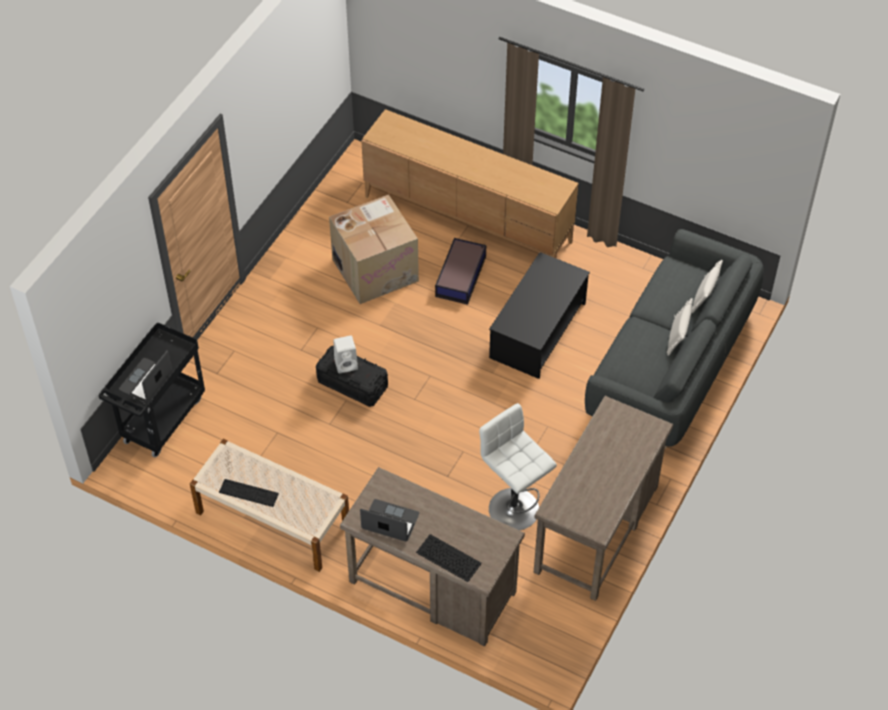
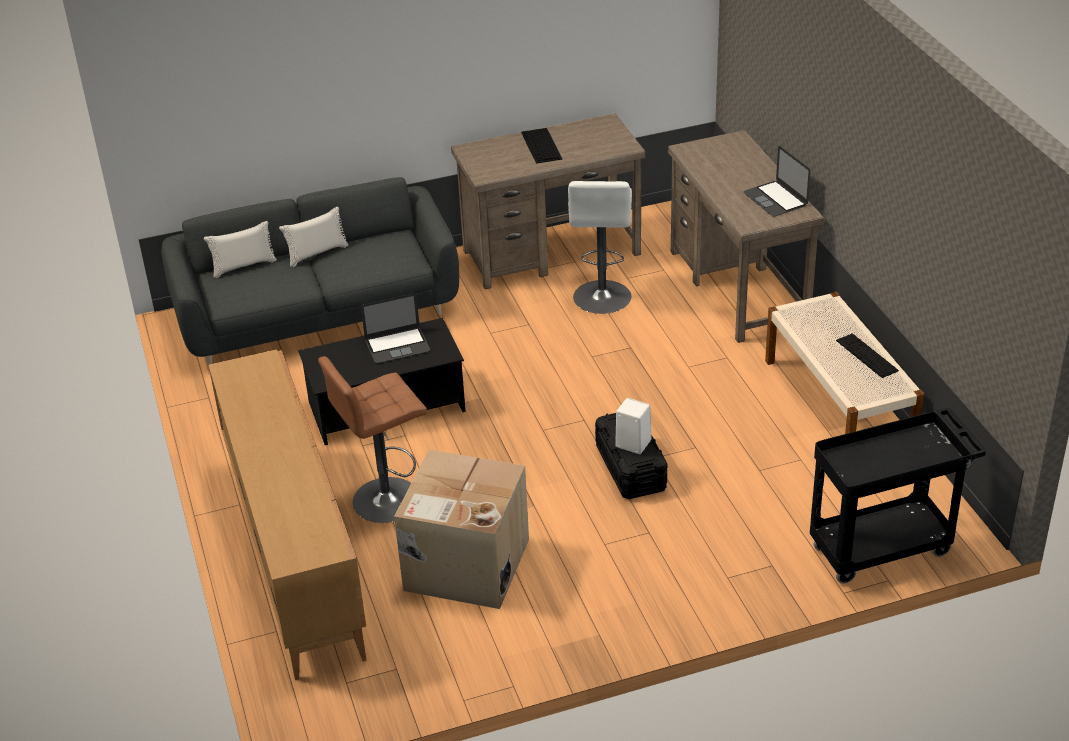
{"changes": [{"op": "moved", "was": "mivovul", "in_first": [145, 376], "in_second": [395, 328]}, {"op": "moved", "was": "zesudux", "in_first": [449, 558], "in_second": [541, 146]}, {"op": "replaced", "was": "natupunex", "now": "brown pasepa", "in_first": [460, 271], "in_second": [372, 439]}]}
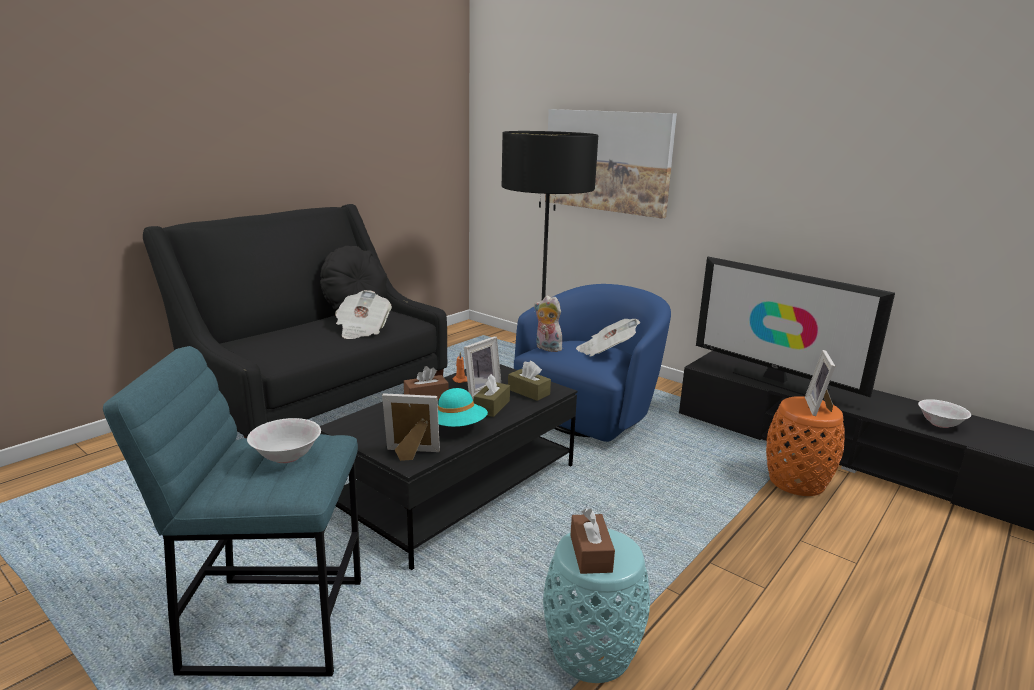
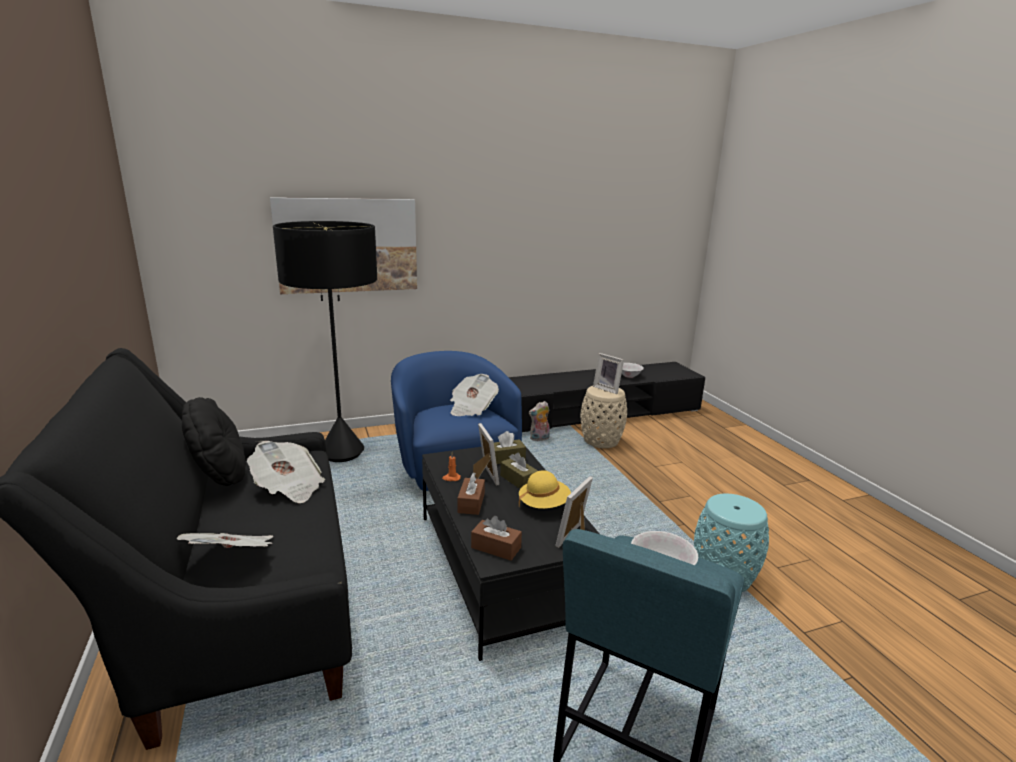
{"changes": [{"op": "removed", "was": "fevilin", "in_first": [795, 327]}, {"op": "added", "now": "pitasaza", "in_second": [225, 540]}, {"op": "moved", "was": "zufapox", "in_first": [550, 323], "in_second": [539, 421]}, {"op": "moved", "was": "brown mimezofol", "in_first": [592, 541], "in_second": [496, 538]}, {"op": "recoloured", "was": "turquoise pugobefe", "now": "yellow pugobefe", "in_first": [463, 407], "in_second": [545, 489]}, {"op": "recoloured", "was": "orange pasepa", "now": "beige pasepa", "in_first": [805, 446], "in_second": [603, 417]}]}
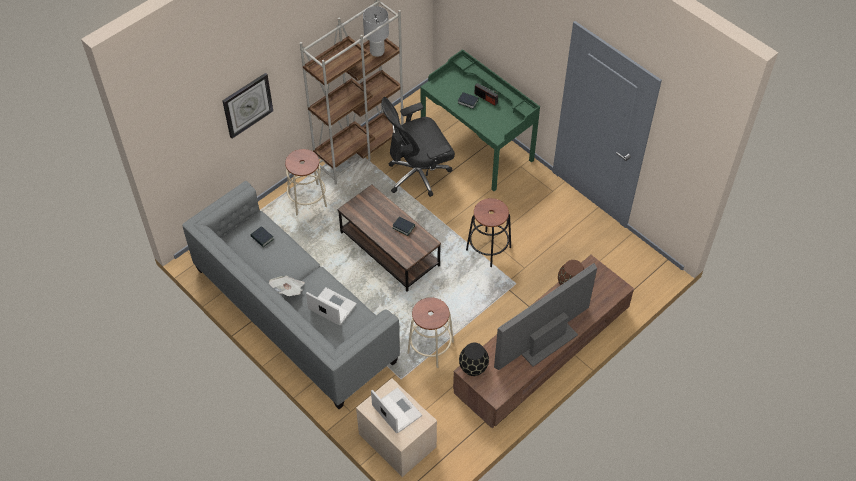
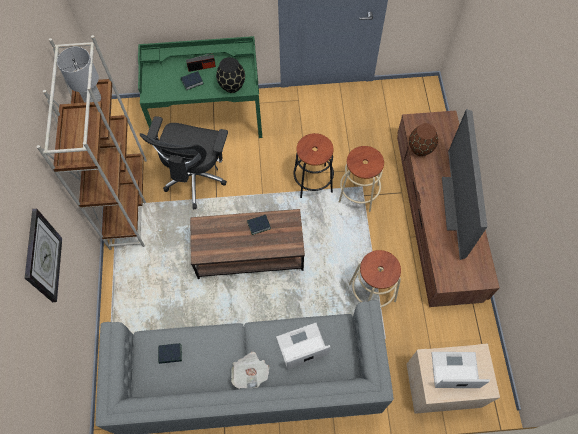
{"changes": [{"op": "moved", "was": "beige pasepa", "in_first": [306, 182], "in_second": [361, 179]}, {"op": "moved", "was": "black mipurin", "in_first": [474, 359], "in_second": [230, 75]}]}
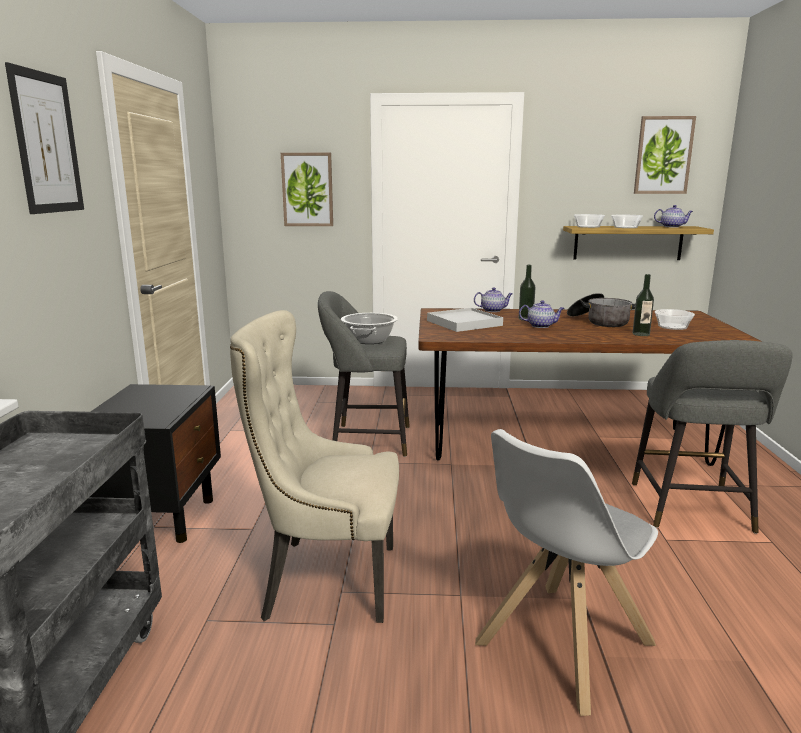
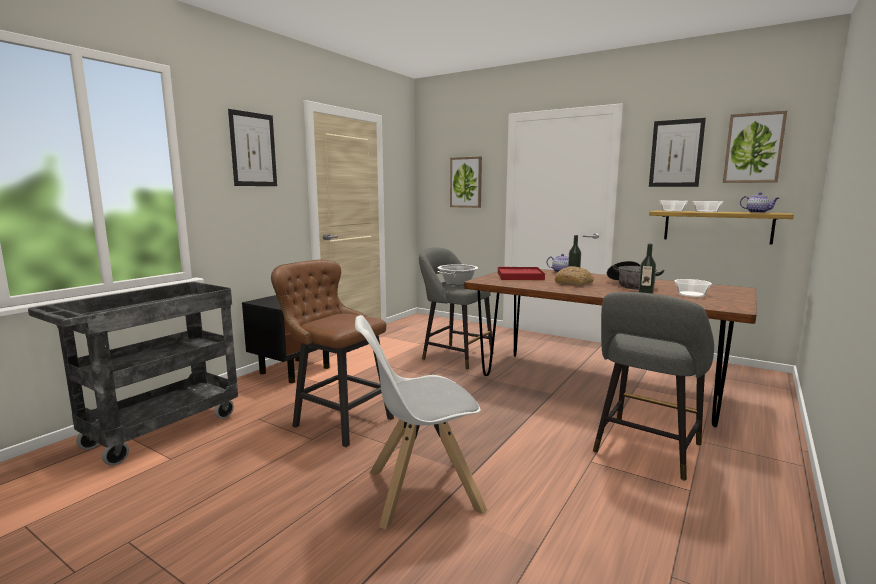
{"changes": [{"op": "added", "now": "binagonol", "in_second": [677, 152]}, {"op": "replaced", "was": "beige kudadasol", "now": "brown pasepa", "in_first": [314, 466], "in_second": [332, 353]}, {"op": "replaced", "was": "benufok", "now": "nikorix", "in_first": [541, 314], "in_second": [574, 276]}, {"op": "recoloured", "was": "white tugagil", "now": "red tugagil", "in_first": [465, 320], "in_second": [521, 273]}]}
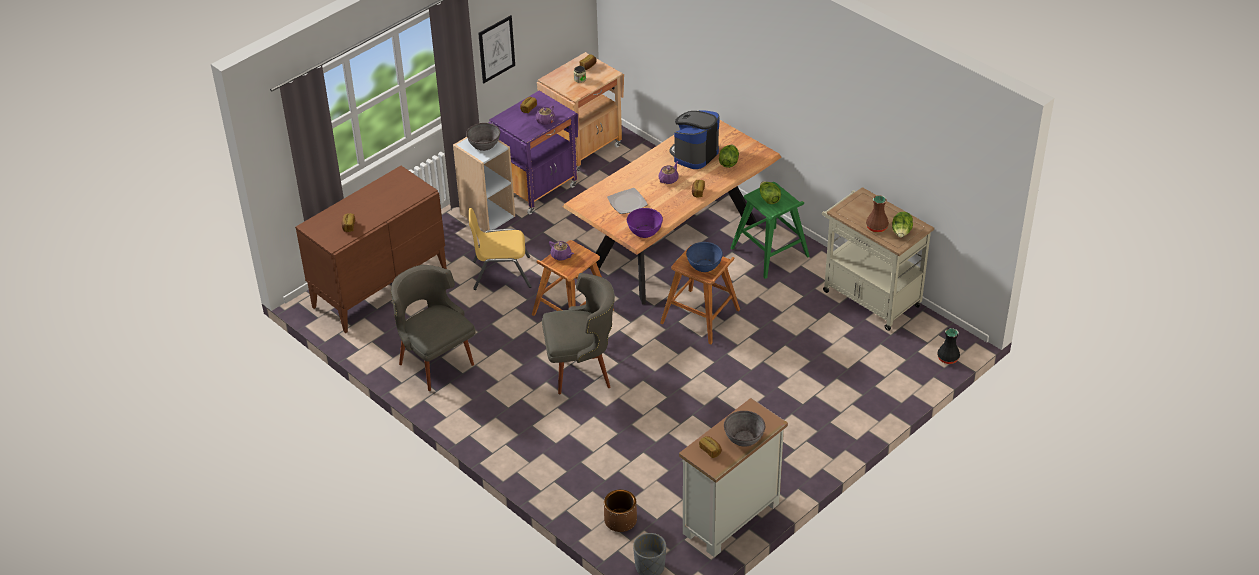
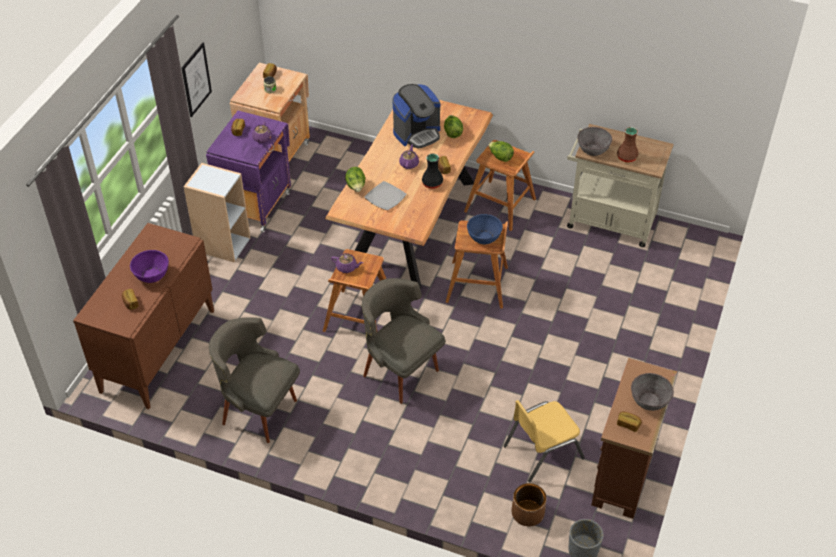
{"changes": [{"op": "moved", "was": "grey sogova", "in_first": [483, 137], "in_second": [594, 141]}, {"op": "moved", "was": "yellow kudadasol", "in_first": [500, 249], "in_second": [544, 441]}, {"op": "moved", "was": "purple sogova", "in_first": [645, 223], "in_second": [149, 266]}, {"op": "moved", "was": "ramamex", "in_first": [902, 224], "in_second": [355, 179]}, {"op": "moved", "was": "black mipurin", "in_first": [948, 346], "in_second": [432, 171]}, {"op": "recoloured", "was": "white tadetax", "now": "brown tadetax", "in_first": [733, 477], "in_second": [634, 438]}, {"op": "recoloured", "was": "green pasepa", "now": "brown pasepa", "in_first": [770, 230], "in_second": [500, 185]}, {"op": "turned", "was": "grey kudadasol", "in_first": [578, 333], "in_second": [403, 341], "clockwise": -105}, {"op": "turned", "was": "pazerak", "in_first": [694, 139], "in_second": [417, 116], "clockwise": -135}]}
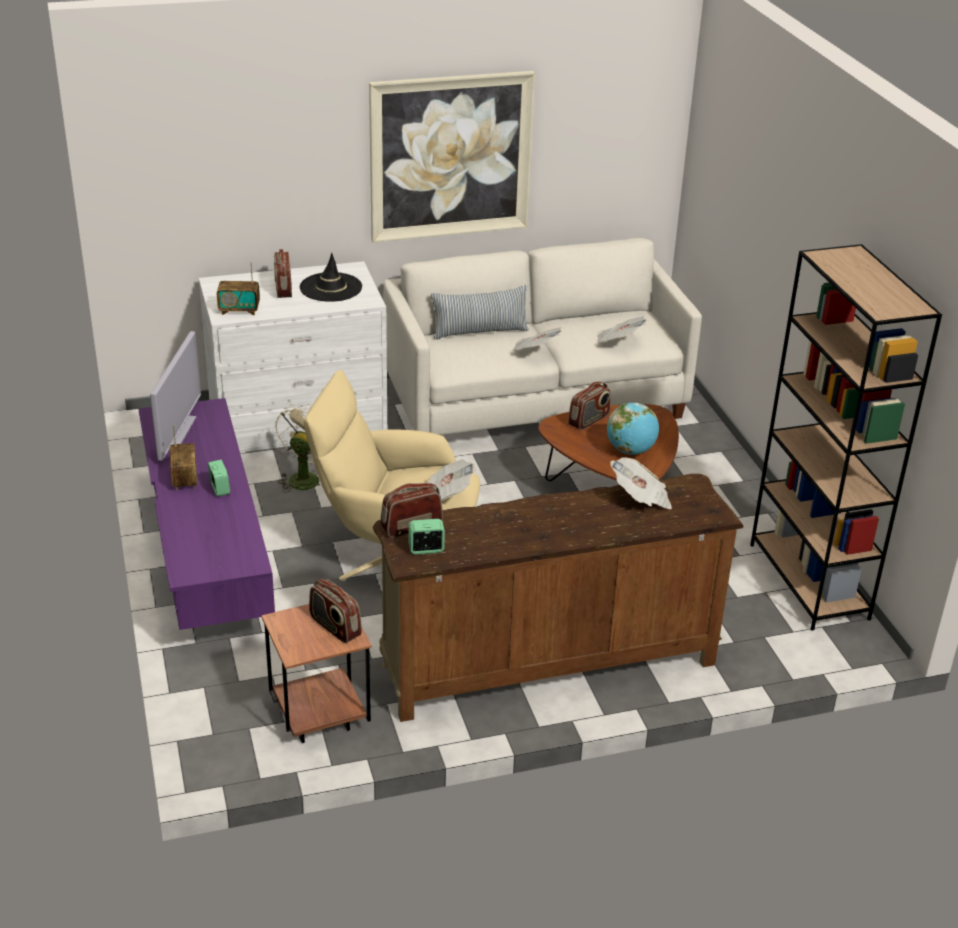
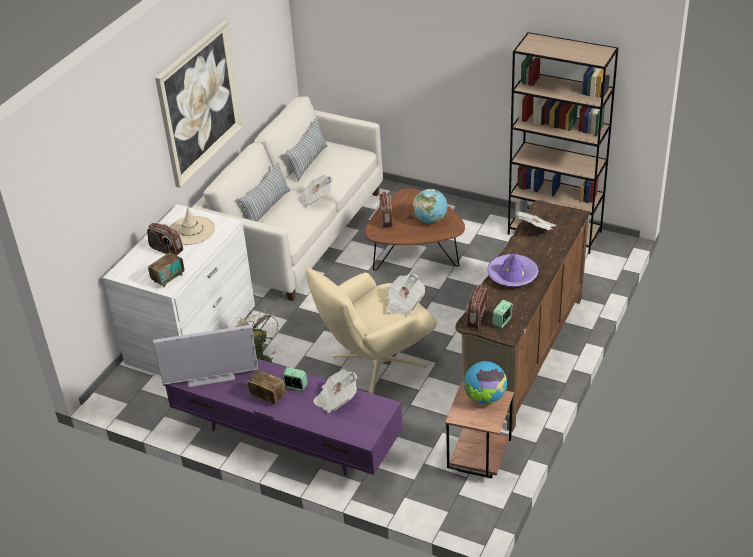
{"changes": [{"op": "added", "now": "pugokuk", "in_second": [306, 150]}, {"op": "added", "now": "purple pugobefe", "in_second": [512, 270]}, {"op": "moved", "was": "pitasaza", "in_first": [622, 329], "in_second": [335, 391]}, {"op": "replaced", "was": "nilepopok", "now": "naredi", "in_first": [335, 611], "in_second": [485, 383]}, {"op": "recoloured", "was": "black pugobefe", "now": "beige pugobefe", "in_first": [331, 277], "in_second": [192, 225]}, {"op": "turned", "was": "fevilin", "in_first": [175, 396], "in_second": [205, 356], "clockwise": 120}]}
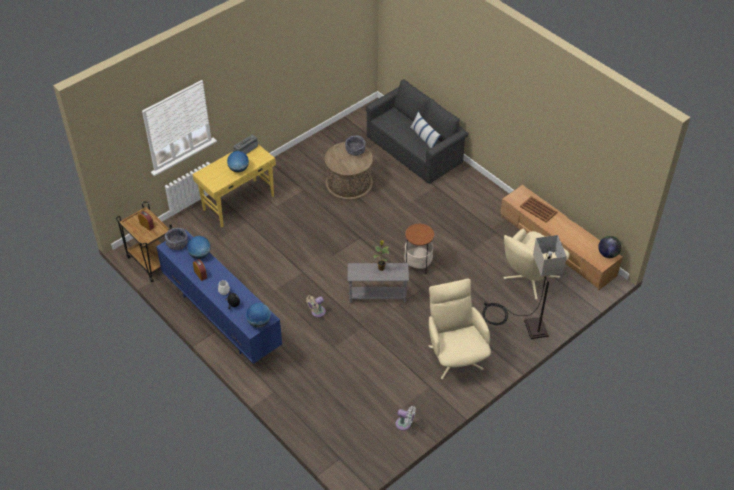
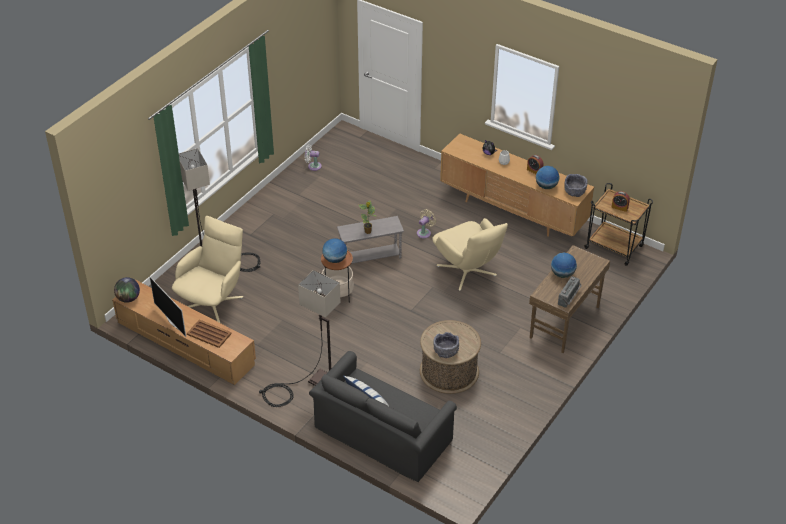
{"changes": [{"op": "added", "now": "fevilin", "in_second": [167, 306]}, {"op": "added", "now": "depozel", "in_second": [300, 338]}, {"op": "moved", "was": "naredi", "in_first": [258, 315], "in_second": [334, 250]}, {"op": "moved", "was": "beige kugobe", "in_first": [459, 329], "in_second": [470, 254]}, {"op": "recoloured", "was": "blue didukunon", "now": "brown didukunon", "in_first": [219, 296], "in_second": [517, 185]}, {"op": "recoloured", "was": "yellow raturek", "now": "brown raturek", "in_first": [234, 185], "in_second": [569, 299]}]}
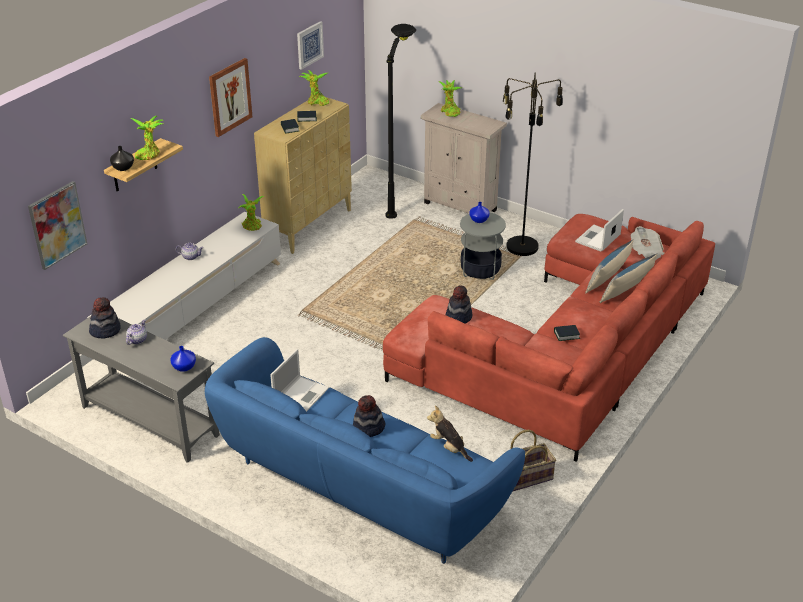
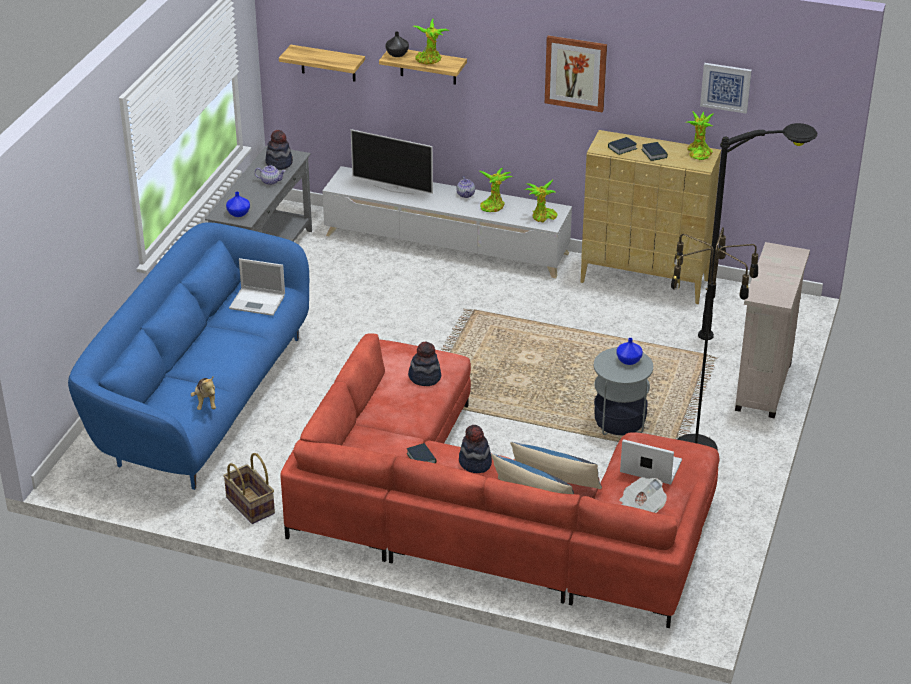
{"changes": [{"op": "added", "now": "fevilin", "in_second": [392, 162]}, {"op": "moved", "was": "pugobefe", "in_first": [369, 416], "in_second": [475, 449]}, {"op": "moved", "was": "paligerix", "in_first": [450, 98], "in_second": [496, 190]}, {"op": "replaced", "was": "binagonol", "now": "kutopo", "in_first": [57, 225], "in_second": [322, 63]}, {"op": "turned", "was": "zufapox", "in_first": [450, 434], "in_second": [203, 393], "clockwise": 135}]}
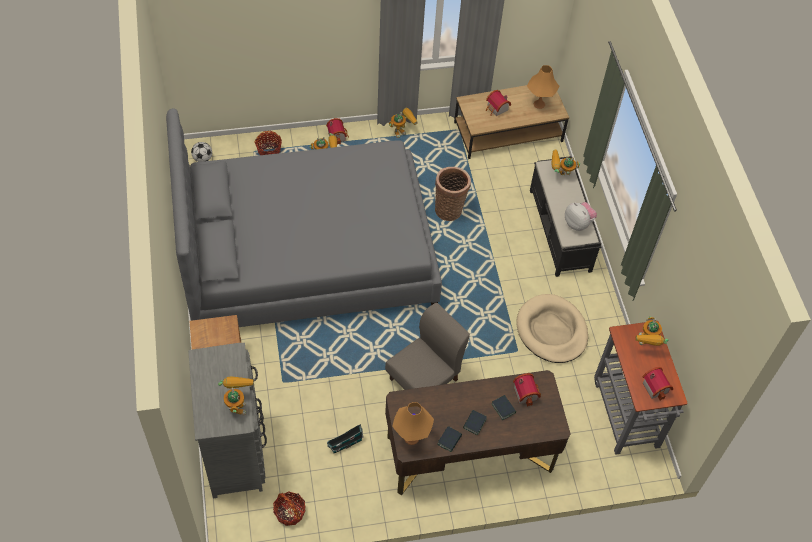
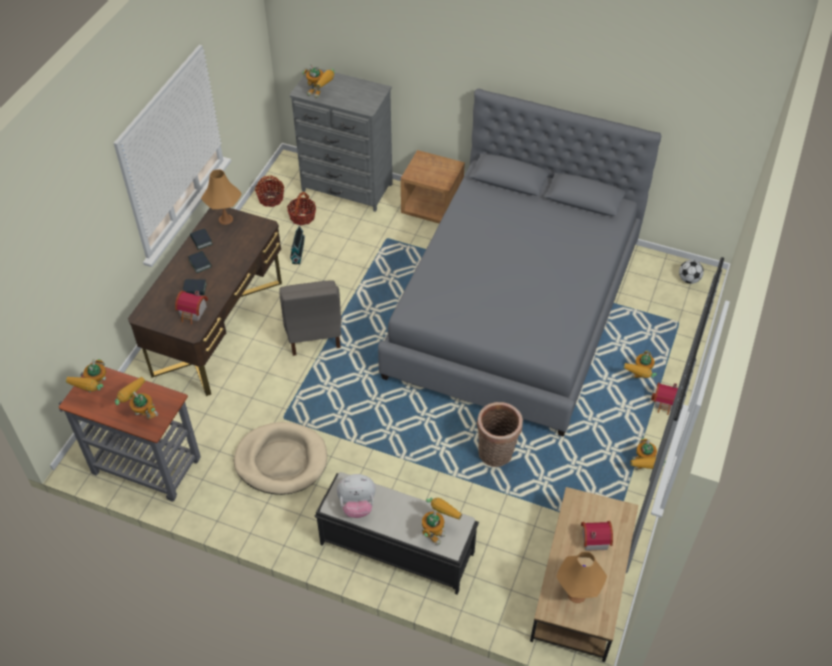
{"changes": [{"op": "moved", "was": "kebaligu", "in_first": [268, 143], "in_second": [301, 208]}, {"op": "replaced", "was": "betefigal", "now": "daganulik", "in_first": [657, 384], "in_second": [86, 376]}]}
